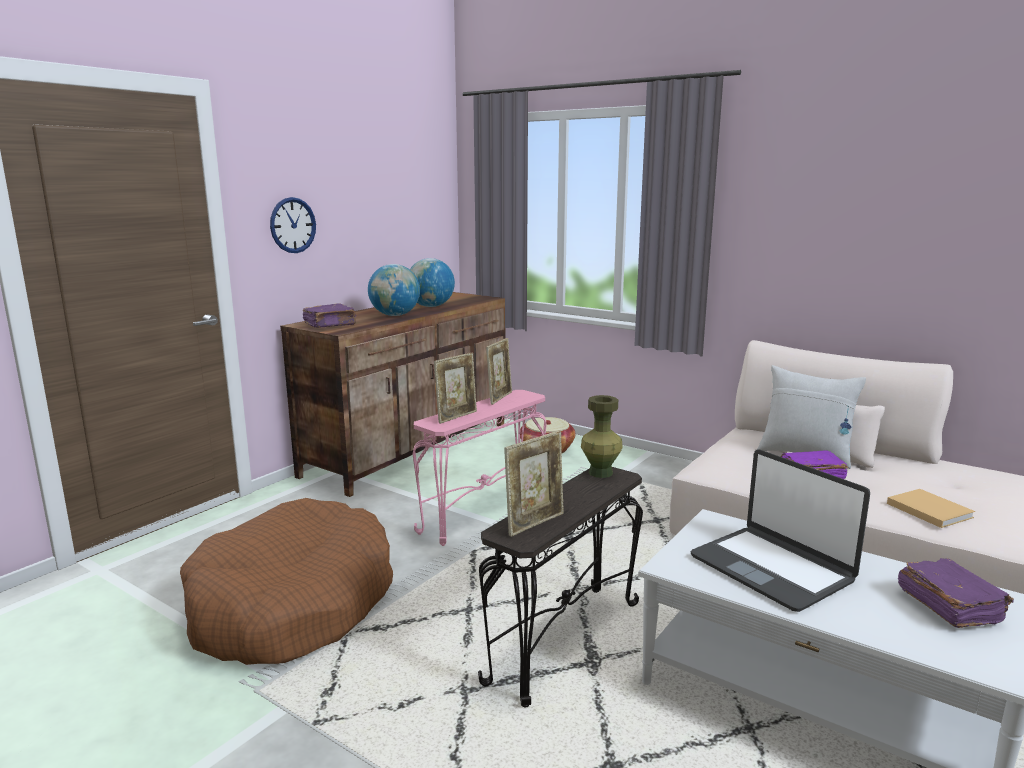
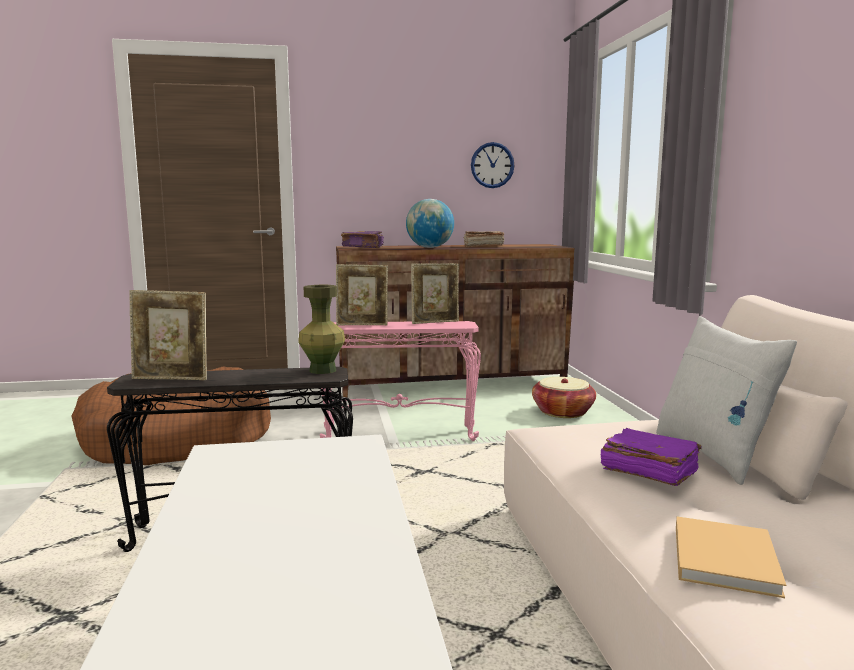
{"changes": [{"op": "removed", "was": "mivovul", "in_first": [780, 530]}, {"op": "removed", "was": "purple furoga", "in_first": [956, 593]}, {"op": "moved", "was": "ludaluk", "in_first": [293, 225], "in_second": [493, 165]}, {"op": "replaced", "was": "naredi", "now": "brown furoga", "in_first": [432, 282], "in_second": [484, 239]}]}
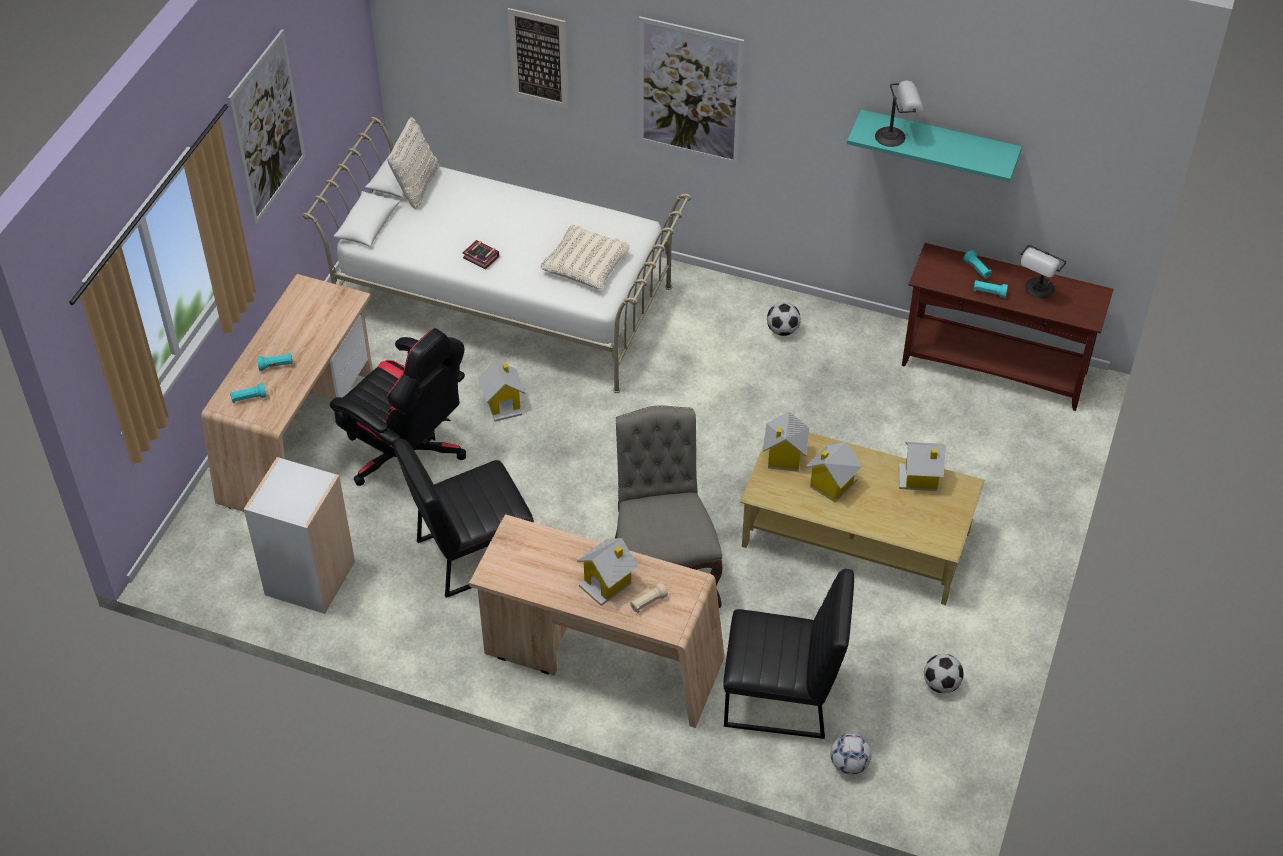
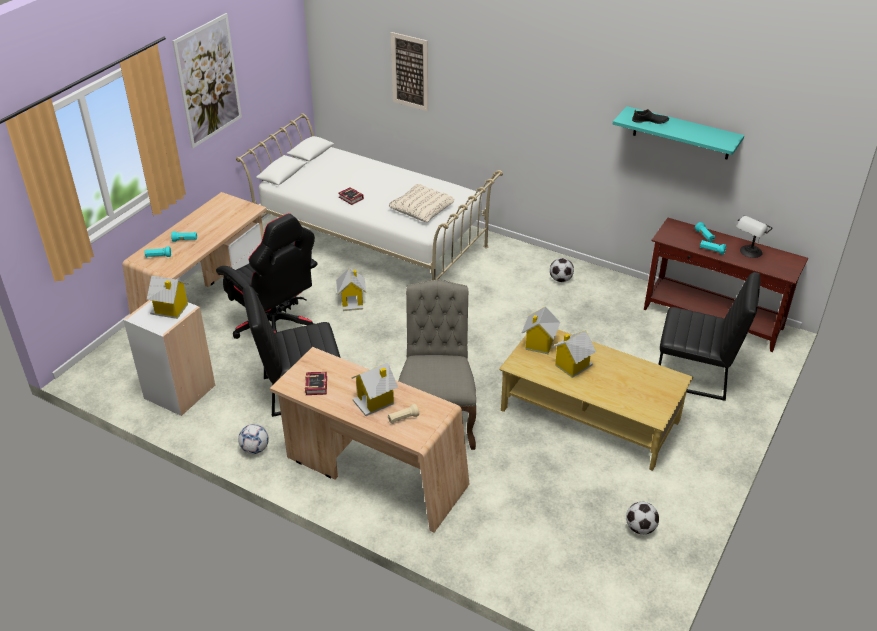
{"changes": [{"op": "removed", "was": "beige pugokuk", "in_first": [413, 163]}, {"op": "removed", "was": "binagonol", "in_first": [691, 90]}, {"op": "added", "now": "furoga", "in_second": [316, 383]}, {"op": "moved", "was": "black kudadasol", "in_first": [788, 654], "in_second": [709, 336]}, {"op": "moved", "was": "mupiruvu", "in_first": [851, 754], "in_second": [253, 439]}, {"op": "moved", "was": "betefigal", "in_first": [922, 466], "in_second": [168, 297]}, {"op": "replaced", "was": "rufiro", "now": "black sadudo", "in_first": [899, 114], "in_second": [650, 116]}]}
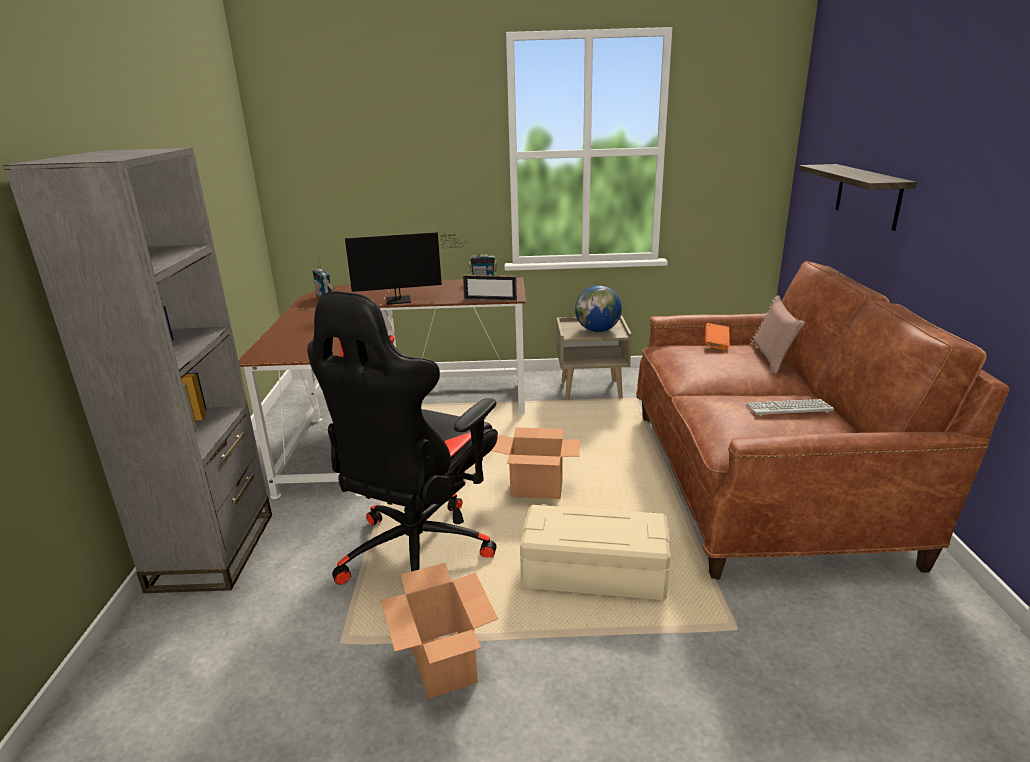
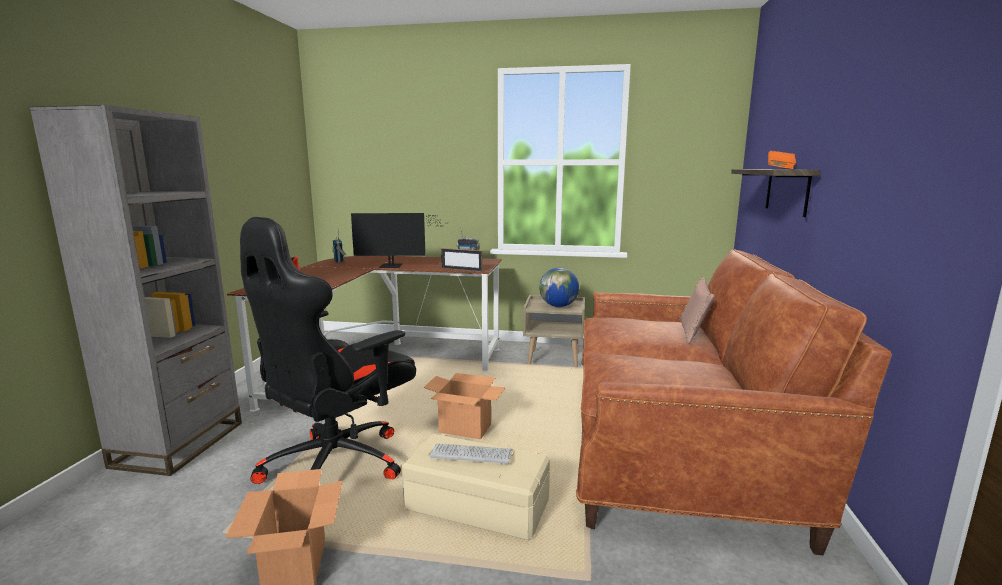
{"changes": [{"op": "moved", "was": "orange furoga", "in_first": [717, 336], "in_second": [782, 160]}, {"op": "moved", "was": "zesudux", "in_first": [789, 407], "in_second": [470, 453]}]}
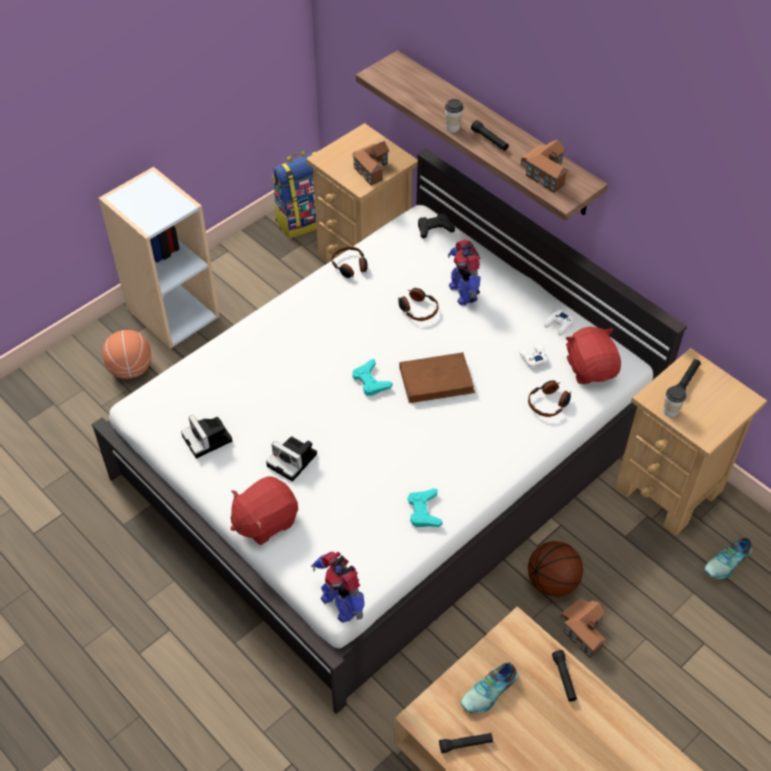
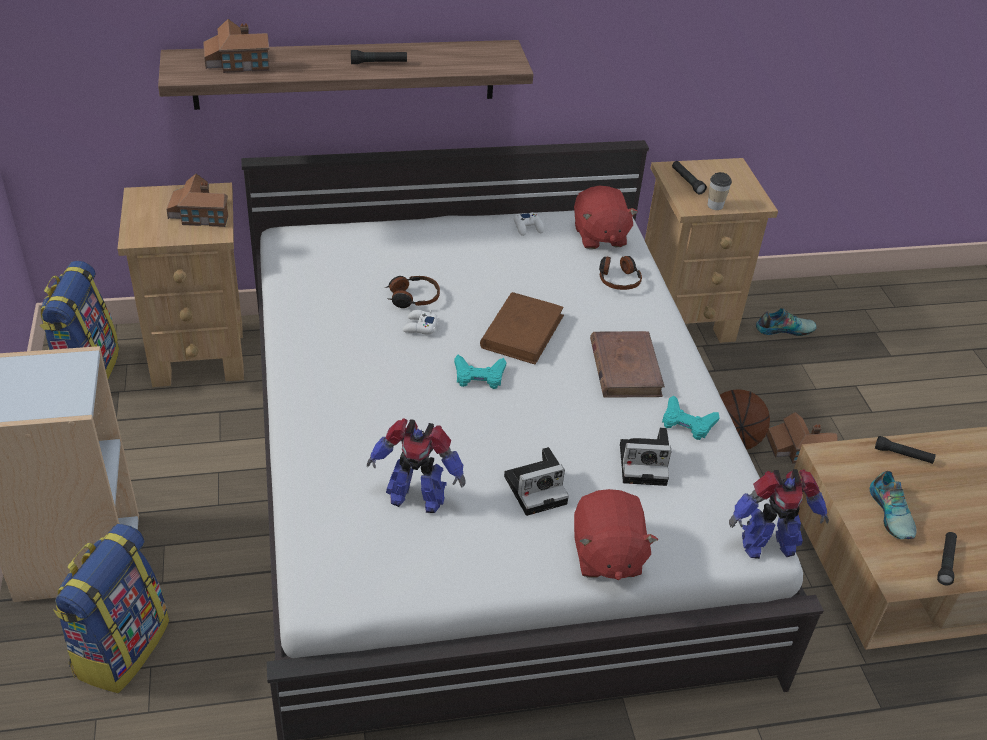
{"changes": [{"op": "removed", "was": "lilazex", "in_first": [350, 262]}, {"op": "removed", "was": "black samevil", "in_first": [436, 226]}, {"op": "removed", "was": "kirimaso", "in_first": [454, 115]}, {"op": "added", "now": "brown furoga", "in_second": [627, 364]}, {"op": "moved", "was": "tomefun", "in_first": [206, 437], "in_second": [645, 457]}, {"op": "moved", "was": "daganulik", "in_first": [464, 272], "in_second": [416, 466]}, {"op": "moved", "was": "white samevil", "in_first": [534, 356], "in_second": [421, 322]}, {"op": "moved", "was": "betefigal", "in_first": [544, 166], "in_second": [236, 46]}, {"op": "replaced", "was": "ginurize", "now": "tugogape", "in_first": [126, 354], "in_second": [111, 608]}, {"op": "turned", "was": "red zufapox", "in_first": [593, 355], "in_second": [606, 217], "clockwise": -120}, {"op": "turned", "was": "sadudo", "in_first": [728, 558], "in_second": [786, 322], "clockwise": -90}]}
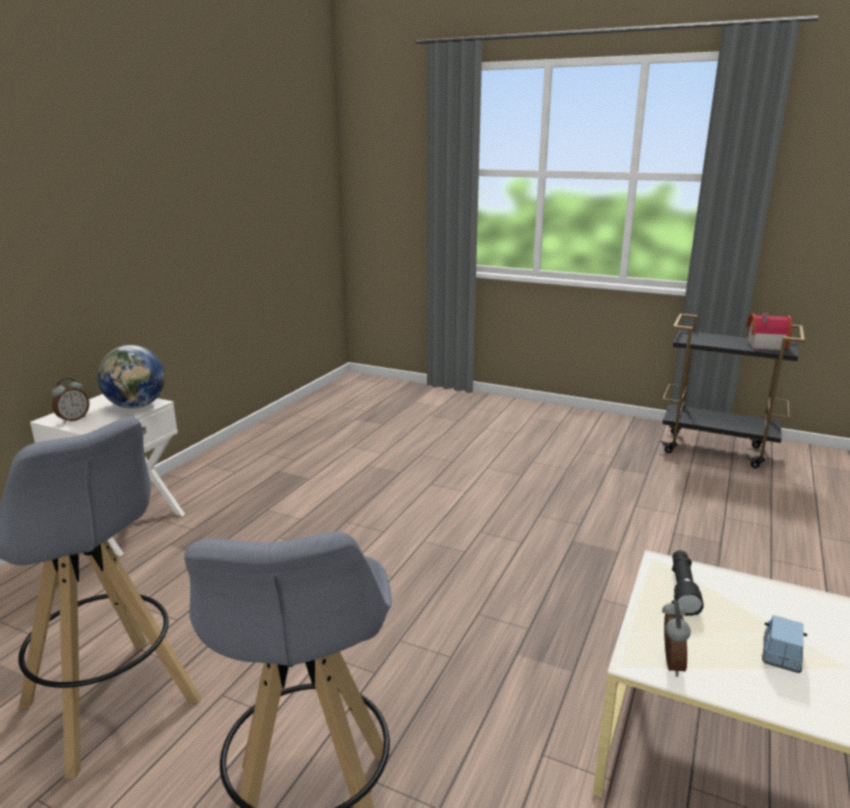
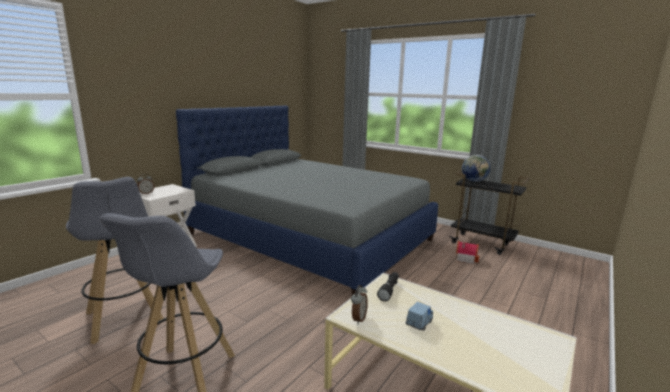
{"changes": [{"op": "added", "now": "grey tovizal", "in_second": [307, 200]}, {"op": "moved", "was": "naredi", "in_first": [131, 376], "in_second": [476, 168]}, {"op": "moved", "was": "betefigal", "in_first": [769, 331], "in_second": [467, 252]}]}
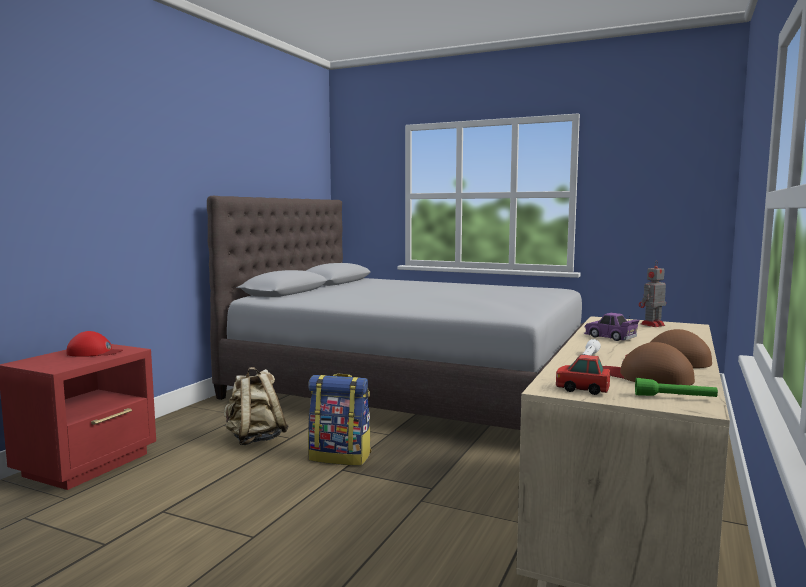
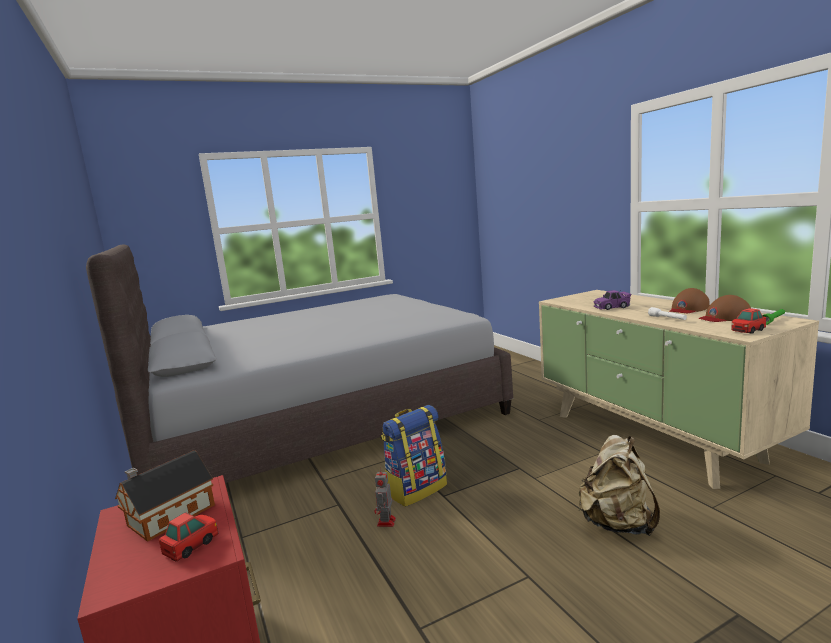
{"changes": [{"op": "added", "now": "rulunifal", "in_second": [189, 537]}, {"op": "moved", "was": "beige tugogape", "in_first": [256, 406], "in_second": [619, 485]}, {"op": "moved", "was": "daganulik", "in_first": [652, 293], "in_second": [385, 497]}, {"op": "replaced", "was": "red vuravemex", "now": "betefigal", "in_first": [94, 344], "in_second": [165, 496]}]}
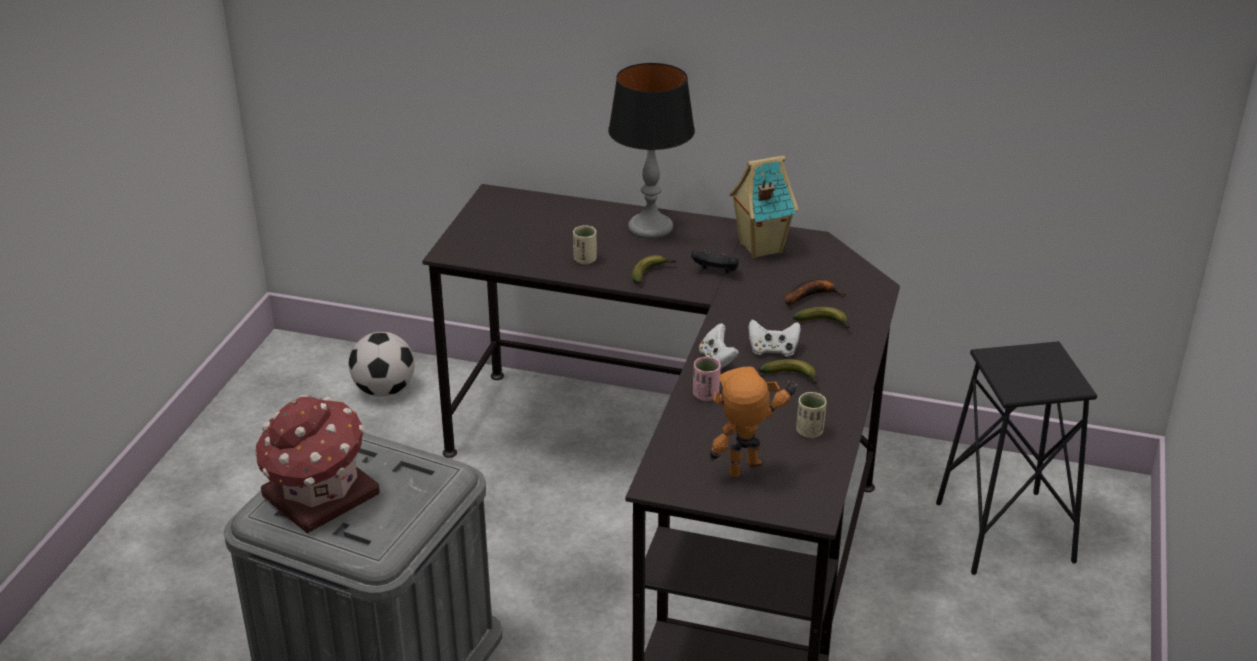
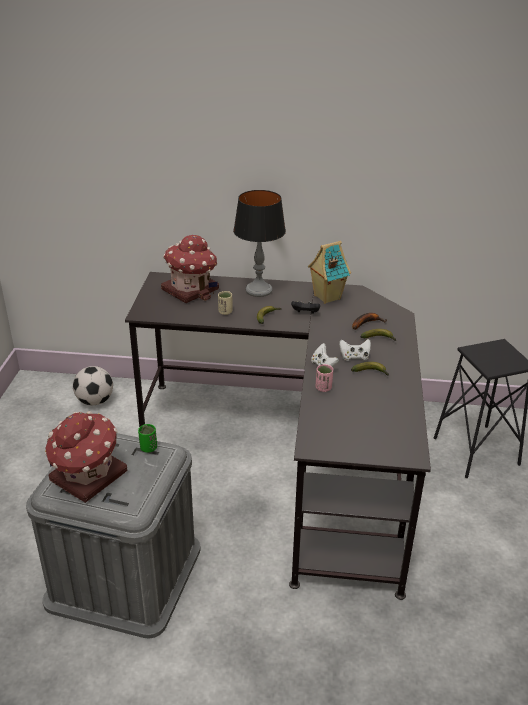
{"changes": [{"op": "removed", "was": "daganulik", "in_first": [754, 422]}, {"op": "removed", "was": "beige kirimaso", "in_first": [811, 415]}, {"op": "added", "now": "green kirimaso", "in_second": [147, 438]}, {"op": "added", "now": "betefigal", "in_second": [190, 269]}]}
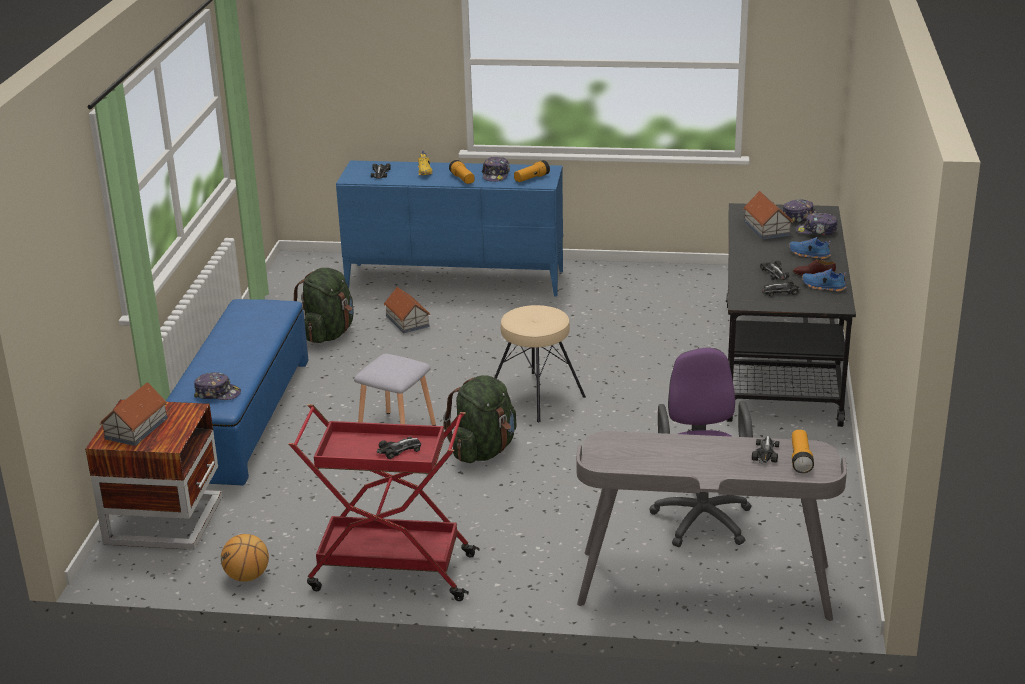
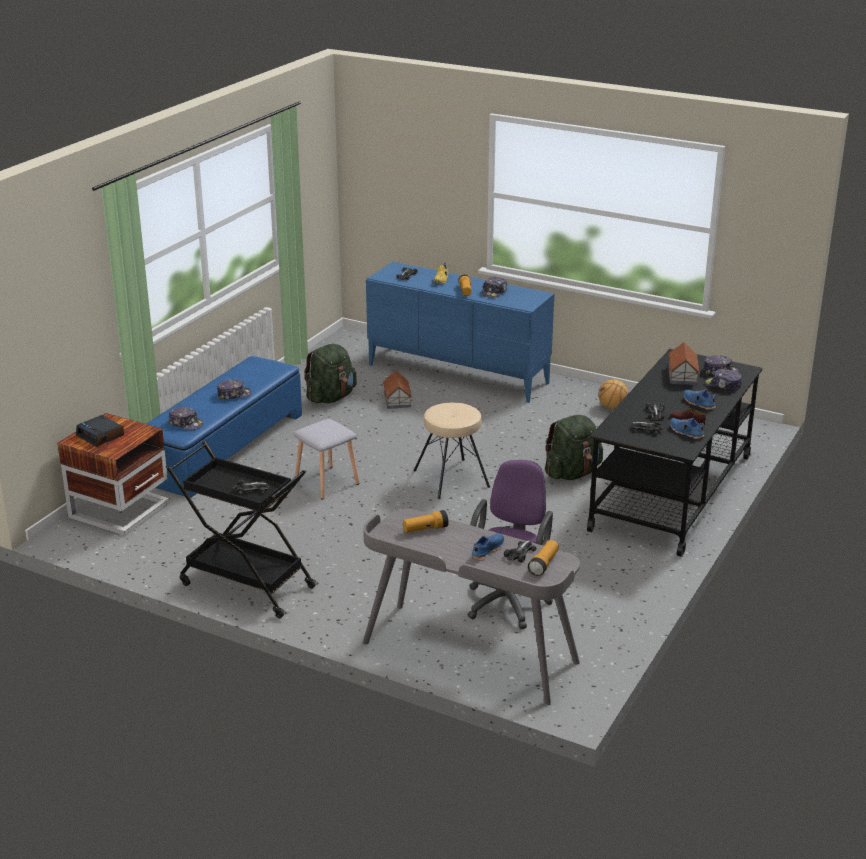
{"changes": [{"op": "added", "now": "vuravemex", "in_second": [234, 389]}, {"op": "added", "now": "blue sadudo", "in_second": [488, 546]}, {"op": "moved", "was": "ginurize", "in_first": [245, 558], "in_second": [613, 394]}, {"op": "moved", "was": "green tugogape", "in_first": [480, 419], "in_second": [574, 447]}, {"op": "moved", "was": "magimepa", "in_first": [532, 171], "in_second": [426, 521]}, {"op": "replaced", "was": "betefigal", "now": "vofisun", "in_first": [134, 414], "in_second": [100, 431]}, {"op": "recoloured", "was": "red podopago", "now": "black podopago", "in_first": [384, 502], "in_second": [242, 529]}]}
